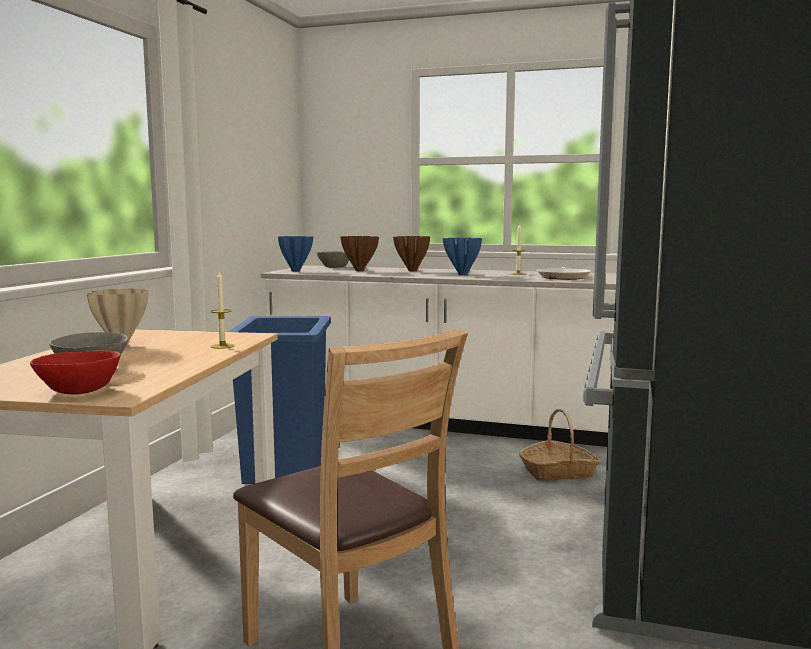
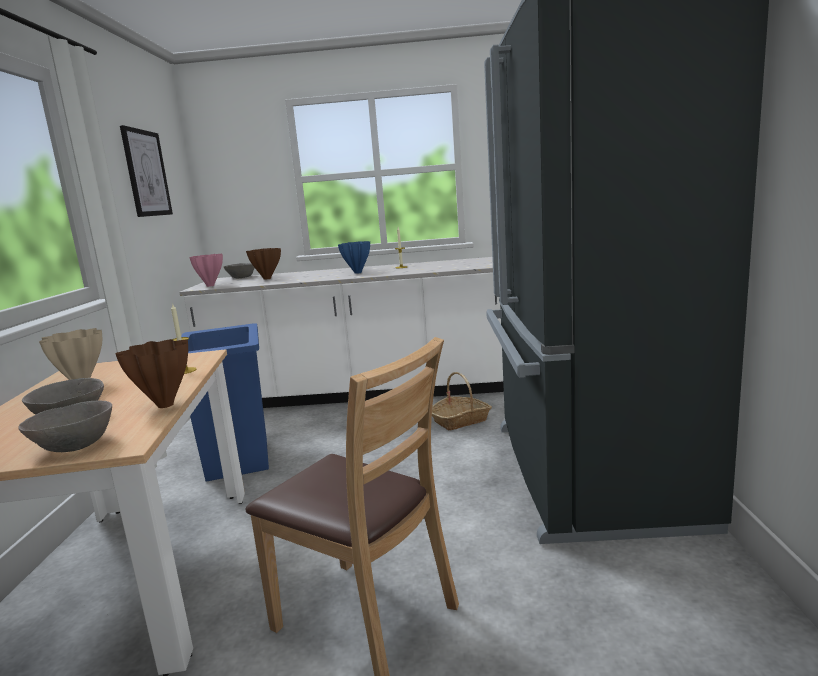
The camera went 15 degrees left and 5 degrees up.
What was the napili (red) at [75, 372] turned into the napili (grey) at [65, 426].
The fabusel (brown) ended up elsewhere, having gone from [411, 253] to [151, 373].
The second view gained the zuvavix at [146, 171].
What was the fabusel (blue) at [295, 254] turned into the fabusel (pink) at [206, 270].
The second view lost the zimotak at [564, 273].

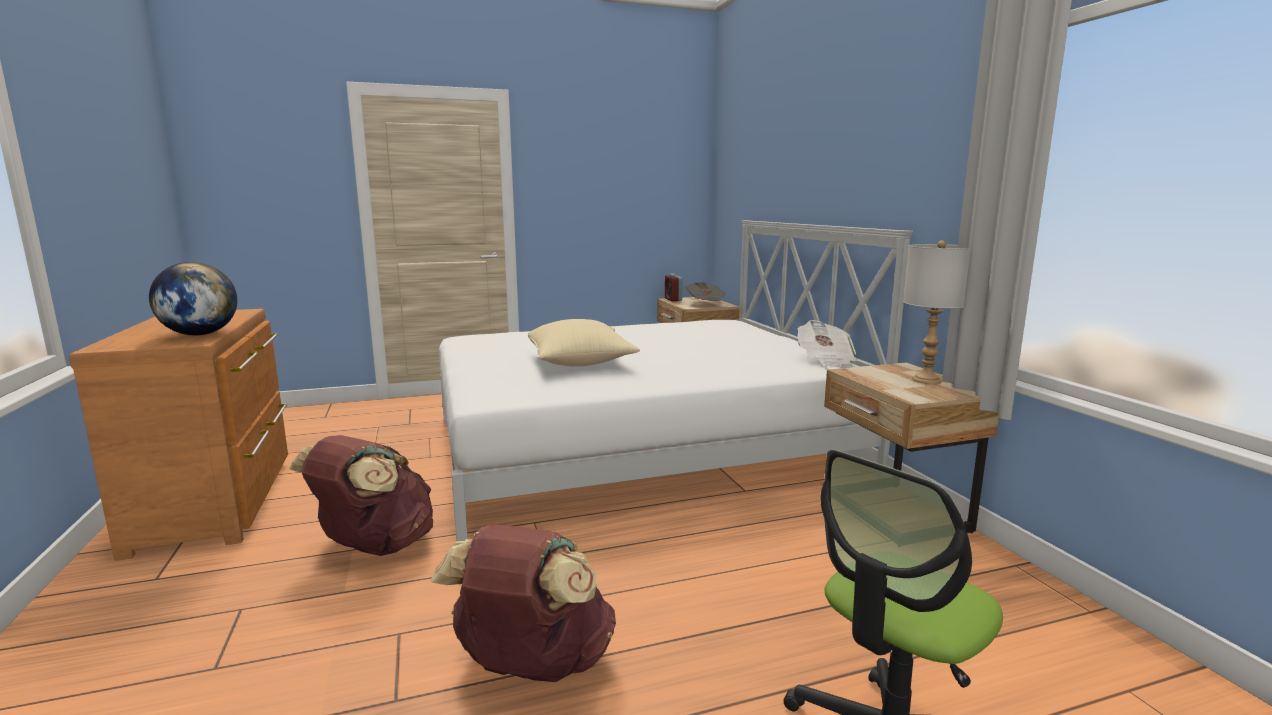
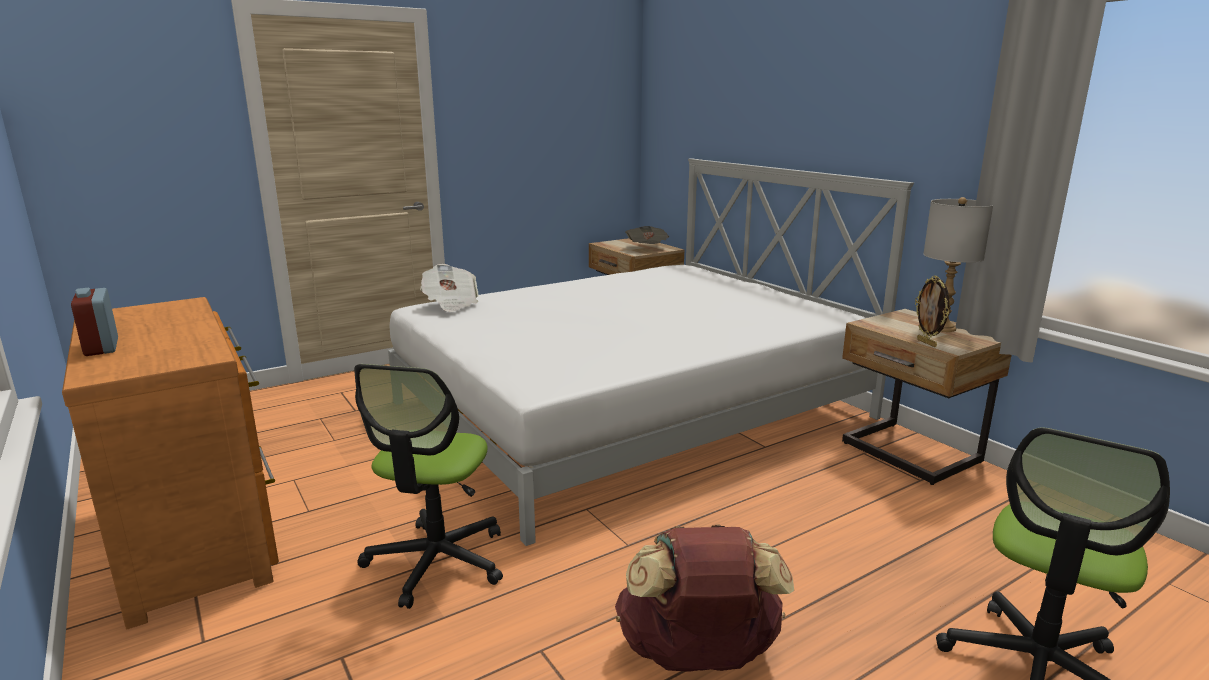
The camera went 15 degrees left and 5 degrees up.
The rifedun ended up elsewhere, having gone from [674, 287] to [94, 322].
Where the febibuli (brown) stood at [361, 495], the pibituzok came to stand at [428, 486].
The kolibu ended up elsewhere, having gone from [827, 344] to [449, 288].
The second view gained the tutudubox at [932, 311].
The second view lost the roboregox at [193, 298].
The second view lost the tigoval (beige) at [584, 343].

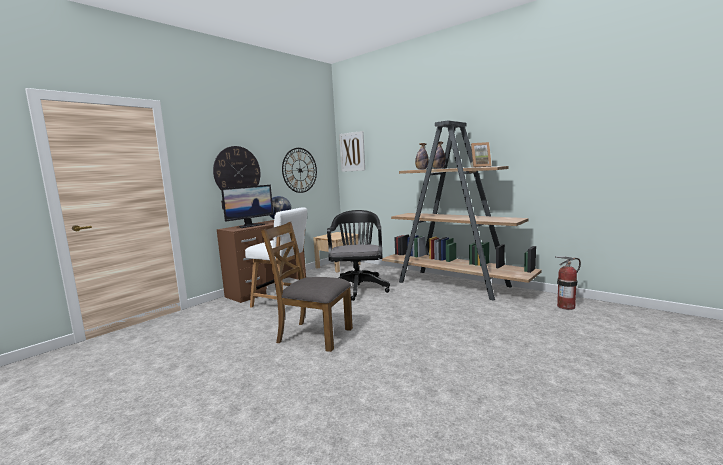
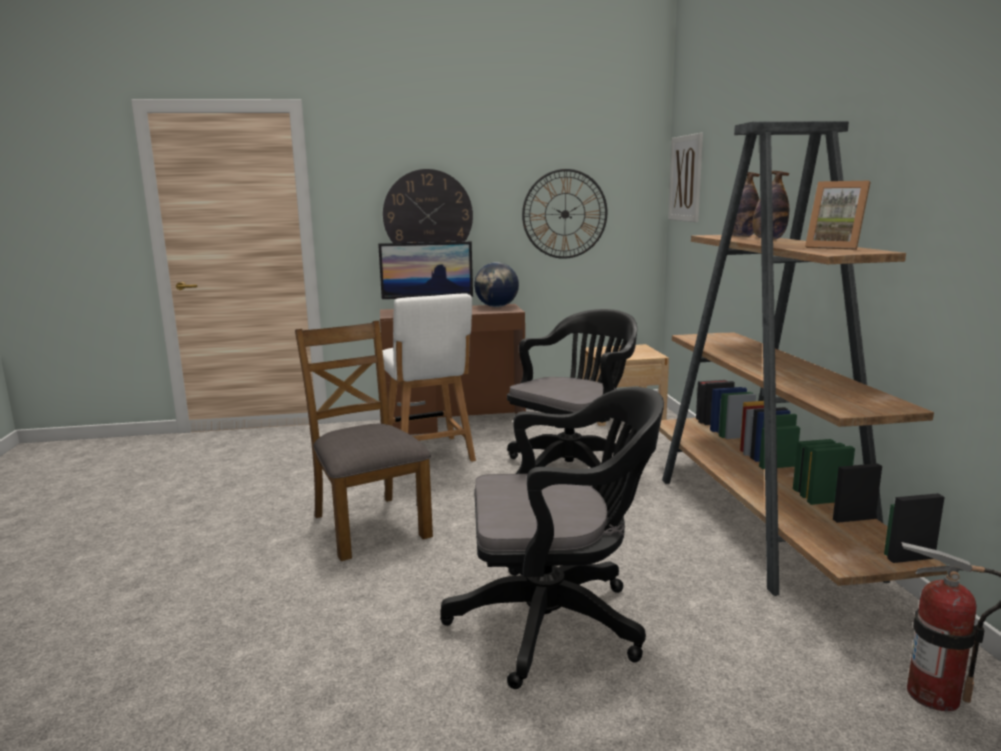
The camera went 40 degrees right and 5 degrees up.
The second view gained the pibituzok (black) at [552, 538].

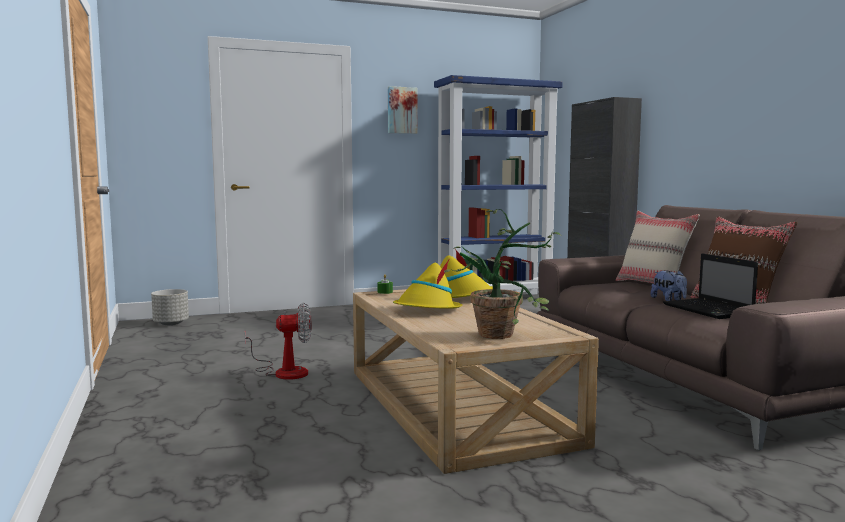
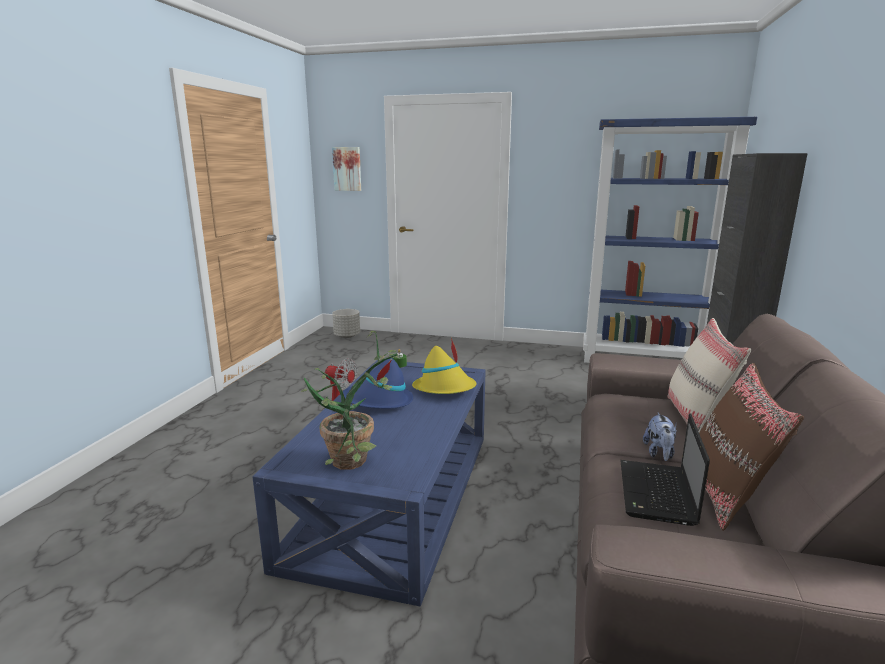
The camera went 35 degrees right and 10 degrees up.
What was the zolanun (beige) at [476, 381] turned into the zolanun (blue) at [369, 483].
The zuvavix ended up elsewhere, having gone from [403, 110] to [346, 169].
What was the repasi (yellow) at [428, 284] turned into the repasi (blue) at [378, 383].

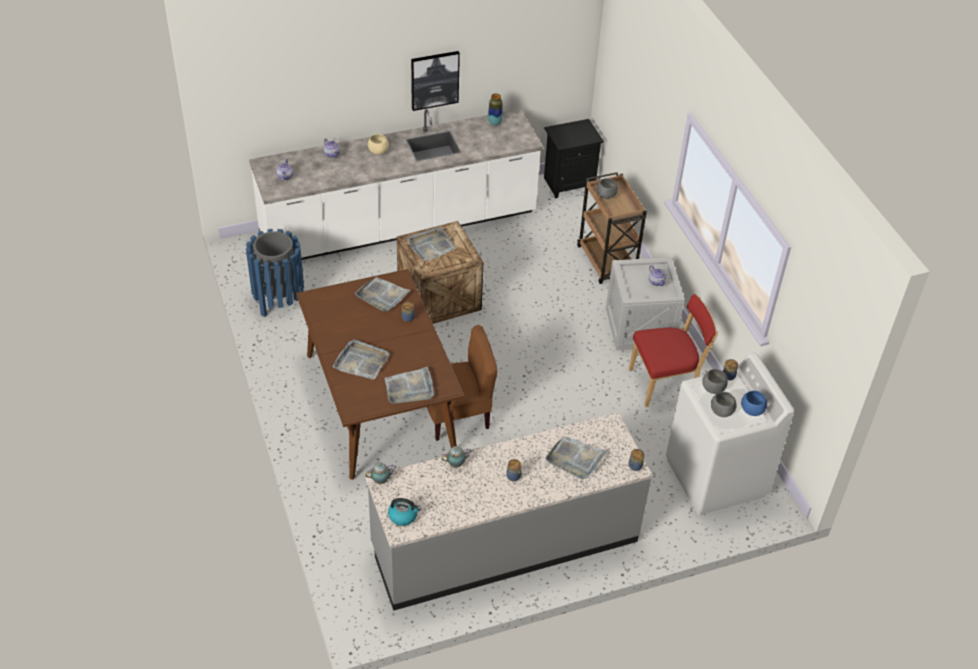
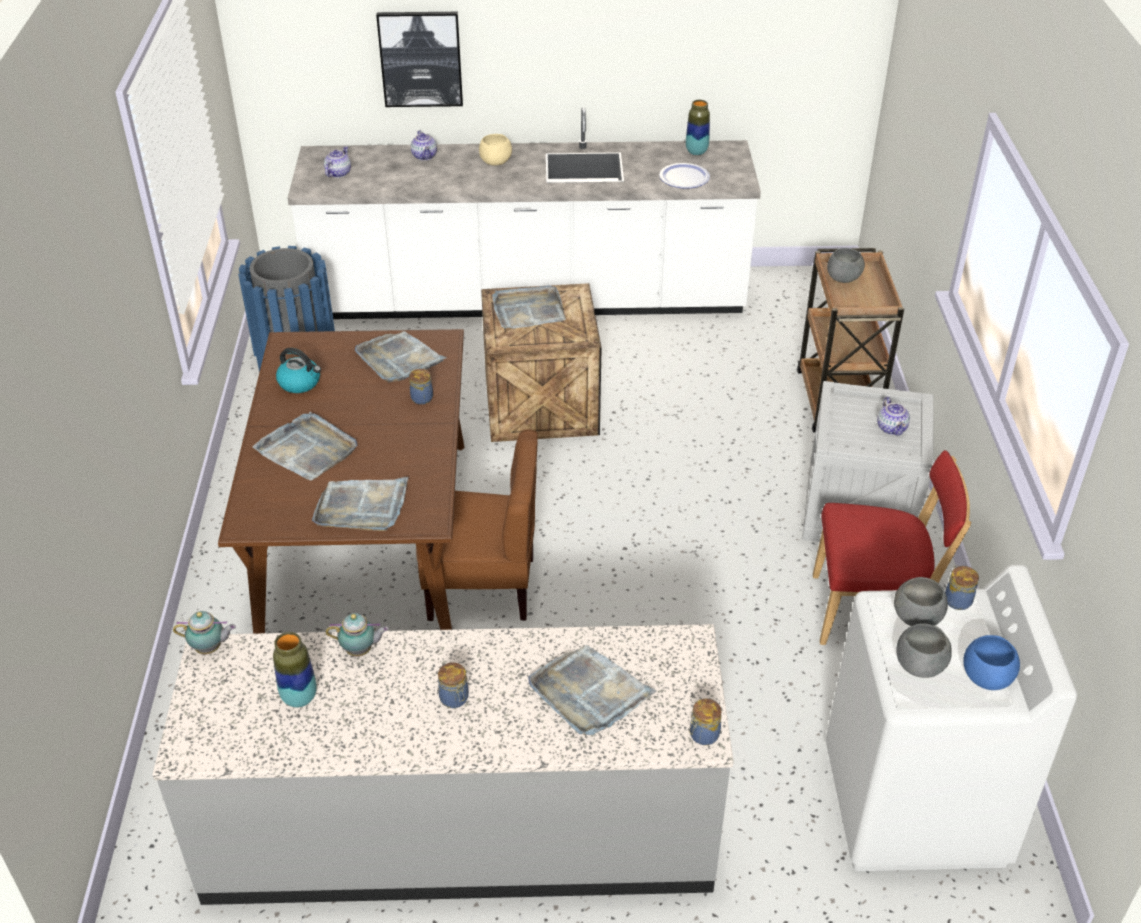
The camera went 20 degrees right and 5 degrees down.
The second view gained the fabusel at [295, 669].
The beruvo ended up elsewhere, having gone from [405, 512] to [298, 370].
The zuvavix ended up elsewhere, having gone from [435, 81] to [419, 59].
The second view gained the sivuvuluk at [684, 176].
The second view lost the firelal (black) at [574, 158].

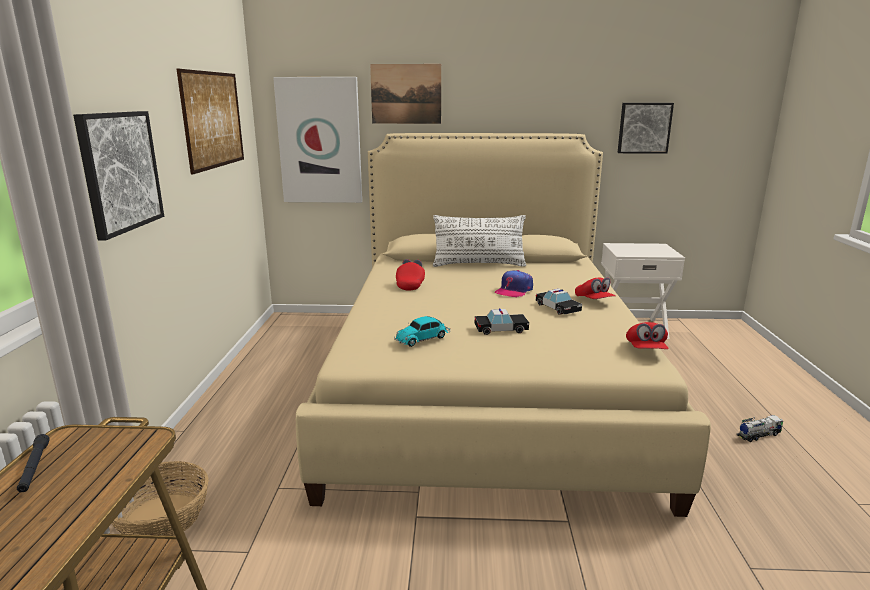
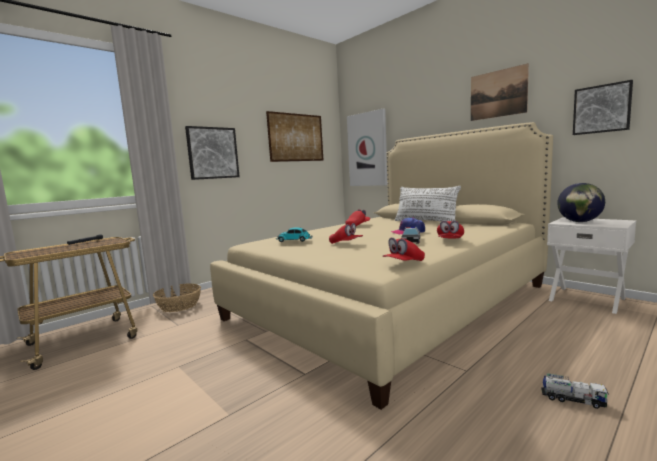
The camera went 45 degrees right and 10 degrees down.
Where the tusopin stood at [502, 321], the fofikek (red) came to stand at [346, 233].
The zuvavix ended up elsewhere, having gone from [405, 94] to [500, 92].
The second view gained the roboregox at [581, 202].

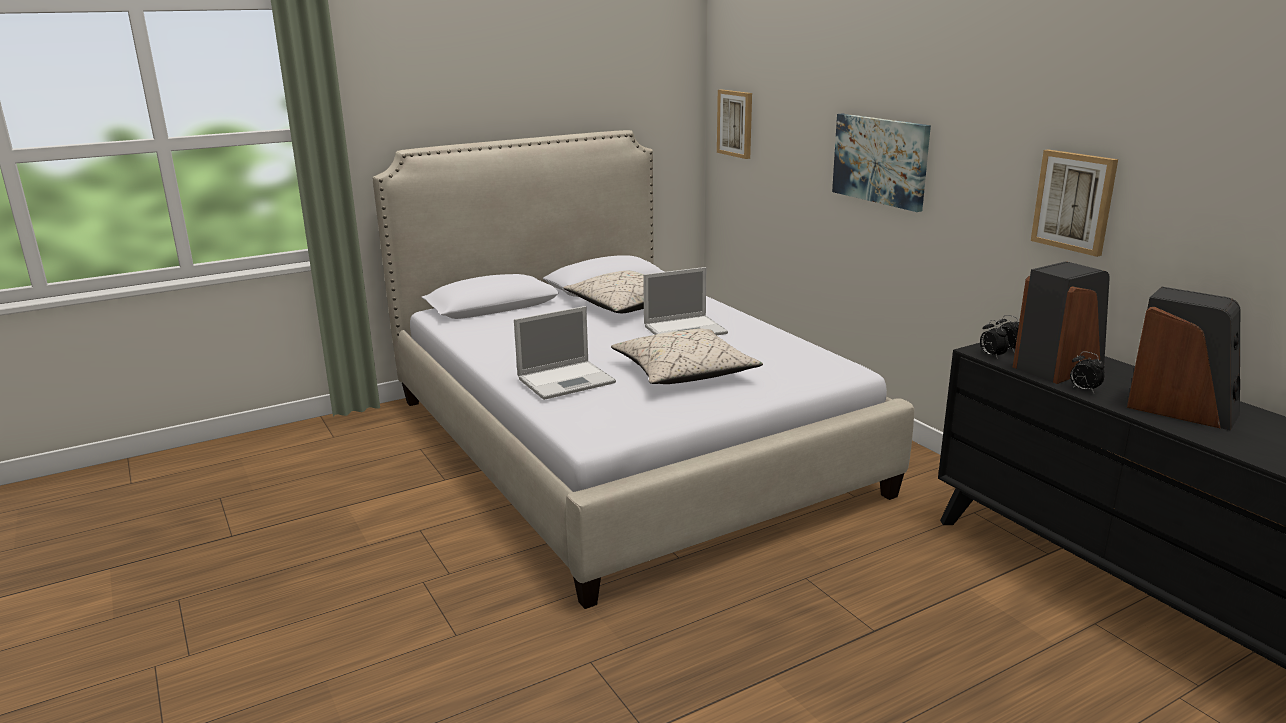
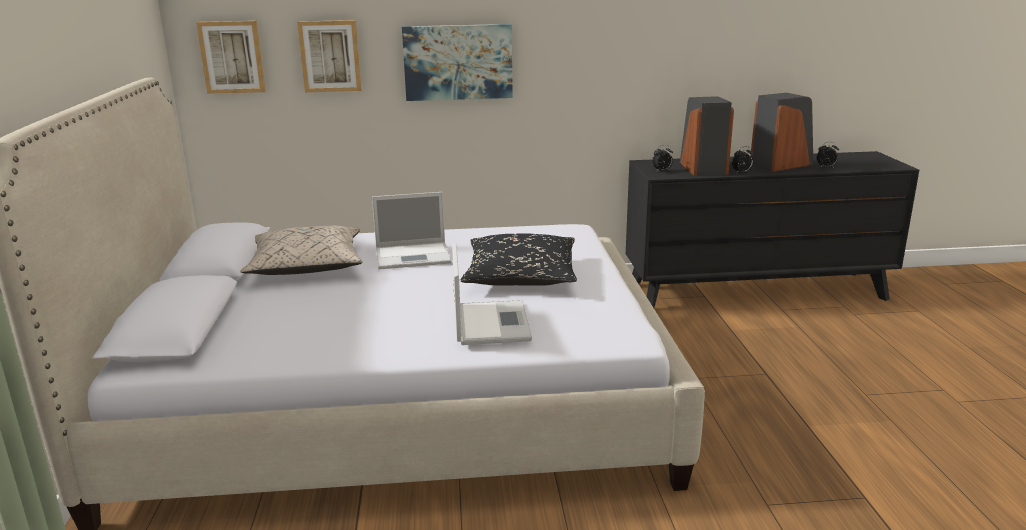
The camera went 65 degrees left and 0 degrees up.
The zuvavix ended up elsewhere, having gone from [1074, 203] to [329, 56].
The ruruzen at [685, 301] ended up facing another way, 75 degrees clockwise from before.
What was the tigoval (beige) at [687, 356] turned into the tigoval (black) at [519, 260].
The rifedun ended up elsewhere, having gone from [994, 339] to [828, 155].

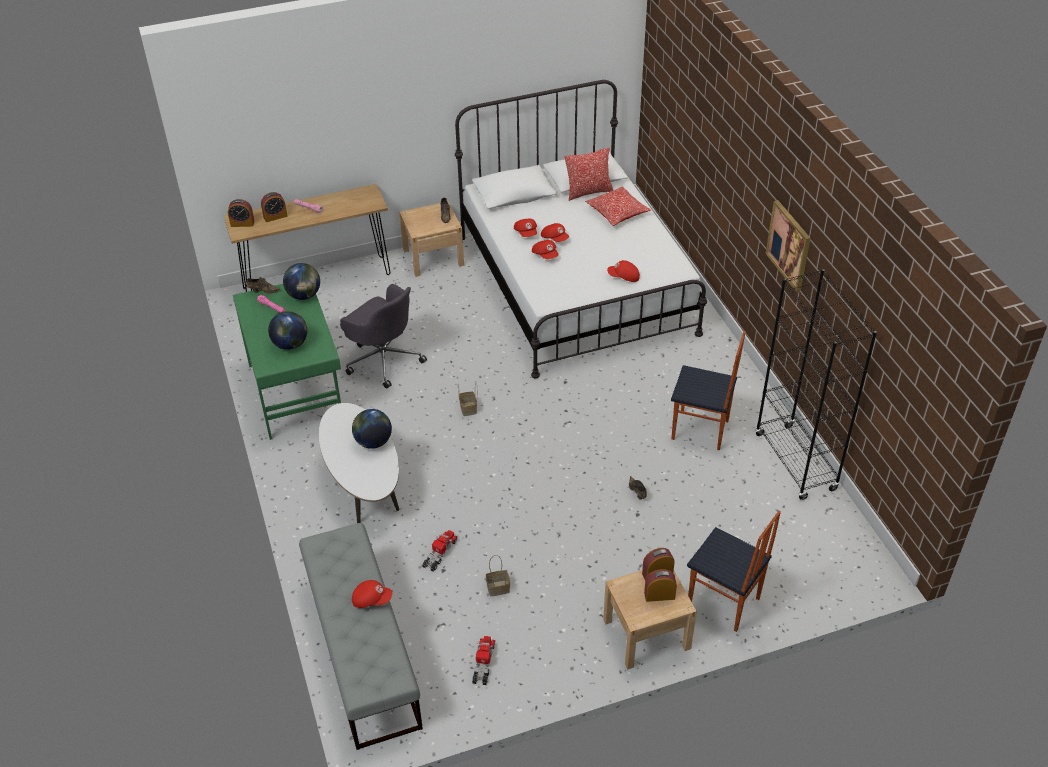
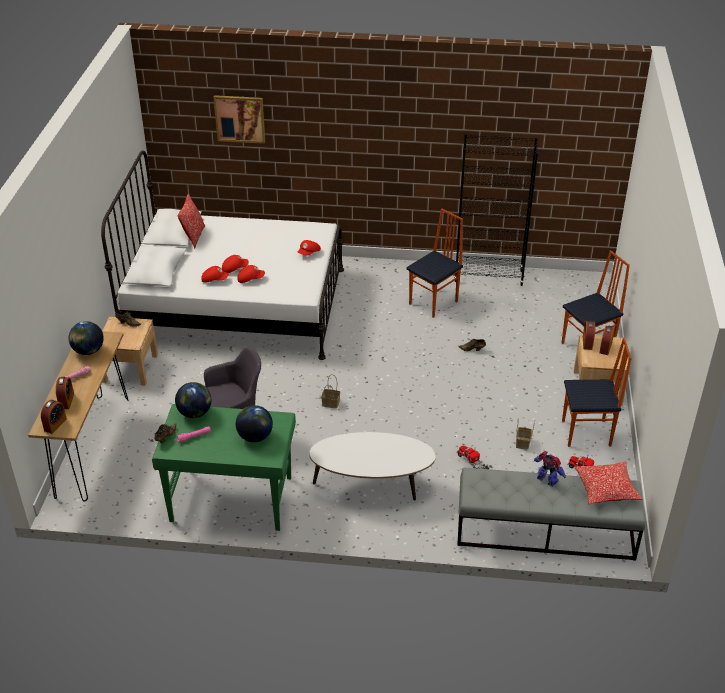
The camera went 65 degrees left and 5 degrees down.
The roboregox ended up elsewhere, having gone from [372, 429] to [86, 338].
The zuvavix ended up elsewhere, having gone from [788, 246] to [239, 119].
Where the fofikek (red) stood at [372, 594], the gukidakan came to stand at [550, 469].
The second view gained the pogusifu at [597, 392].
The tigoval ended up elsewhere, having gone from [618, 206] to [608, 483].

